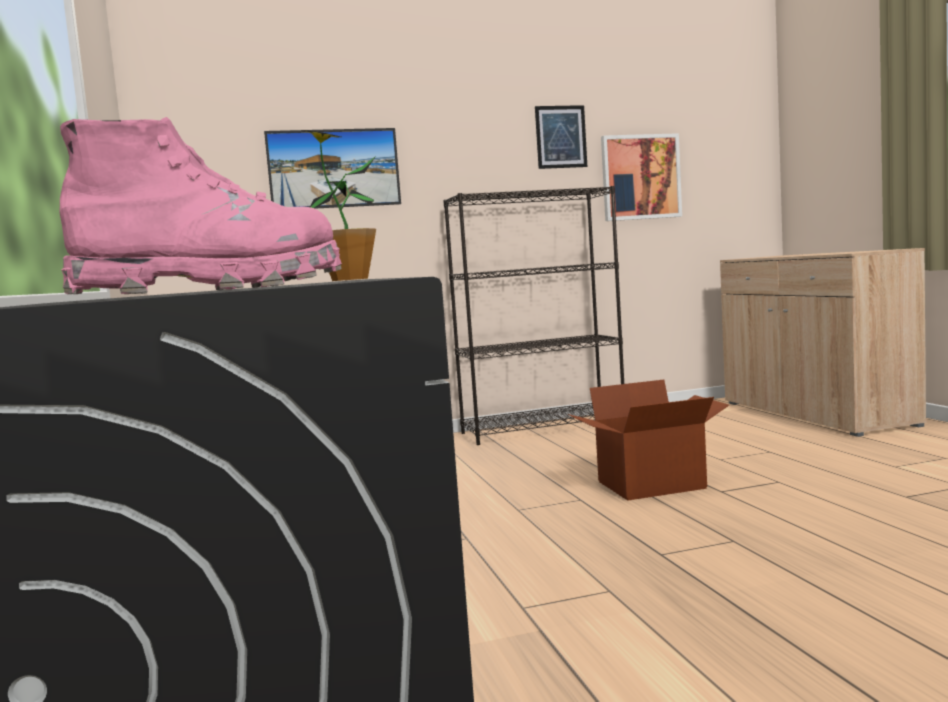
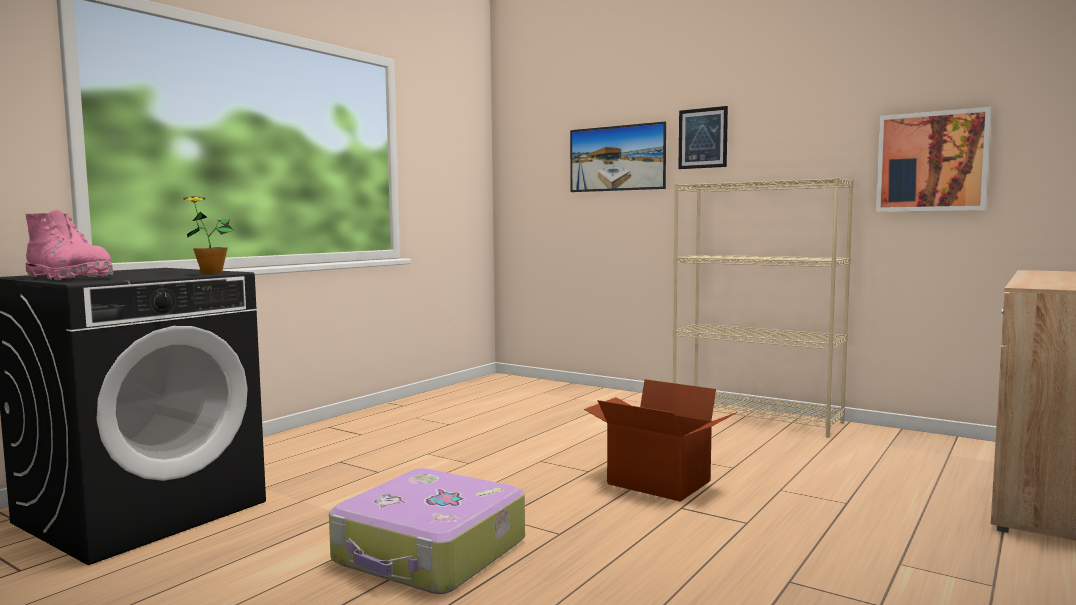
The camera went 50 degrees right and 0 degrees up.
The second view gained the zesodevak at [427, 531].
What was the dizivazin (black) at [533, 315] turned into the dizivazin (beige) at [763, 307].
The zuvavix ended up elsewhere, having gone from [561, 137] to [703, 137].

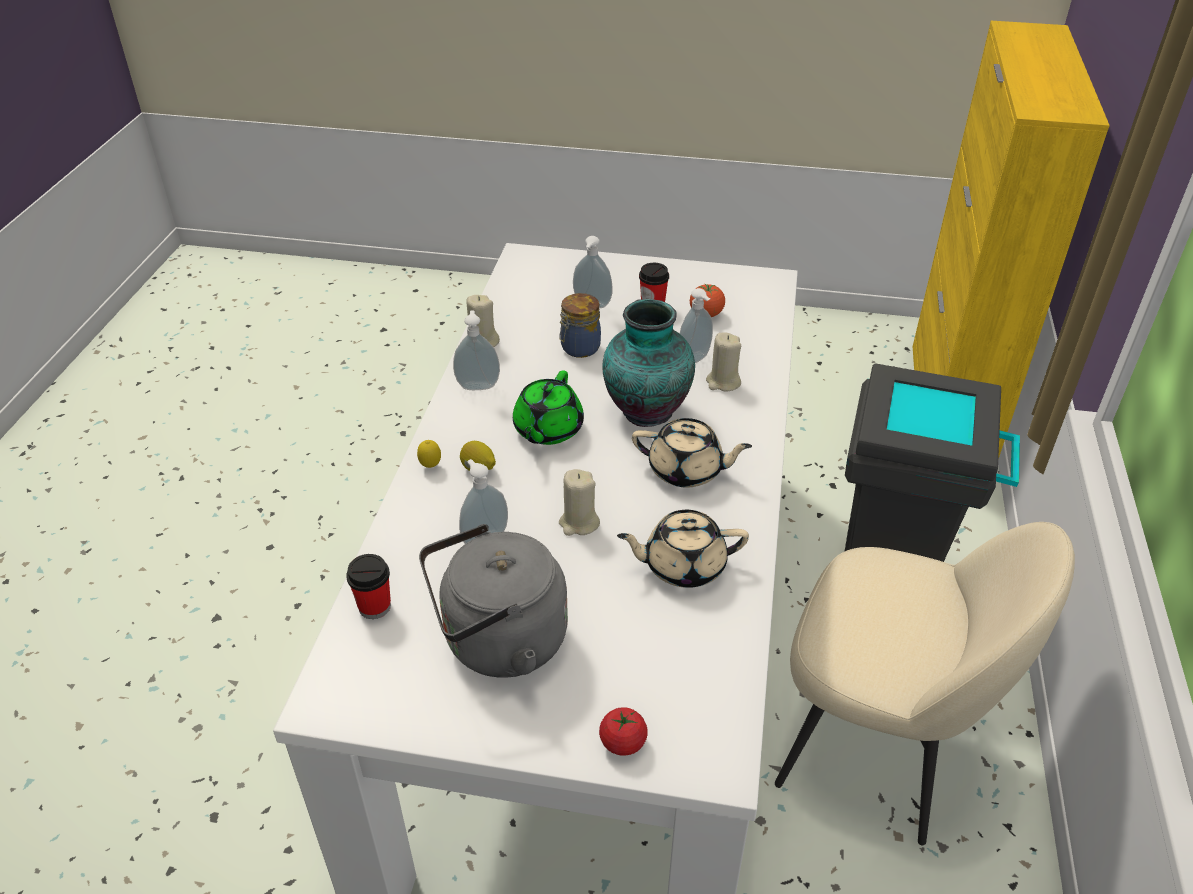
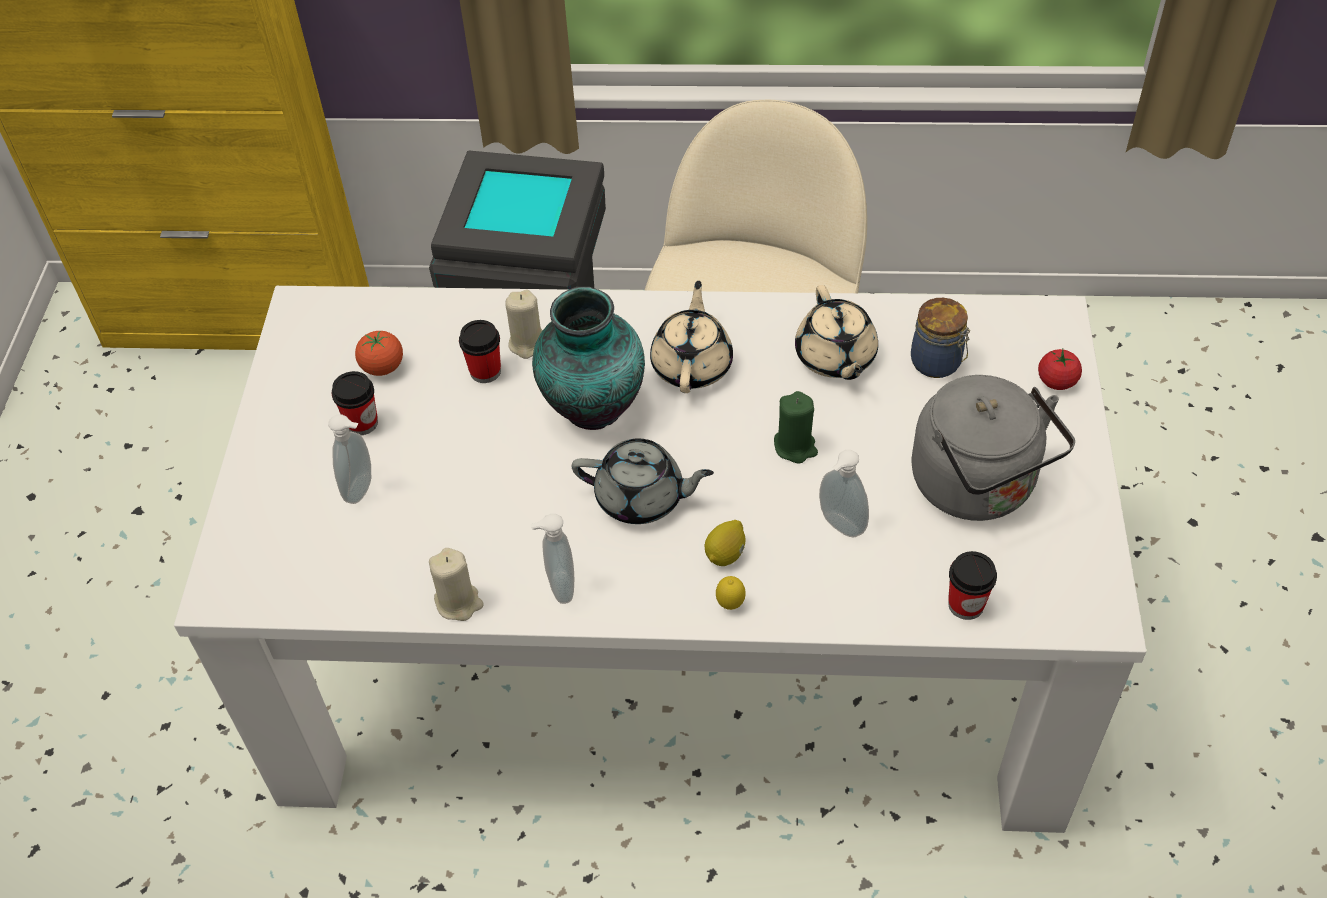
The camera went 95 degrees left and 10 degrees up.
Where the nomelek stood at [696, 325], the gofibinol came to stand at [480, 351].
What was the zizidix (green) at [548, 407] turned into the zizidix (grey) at [643, 481].
What was the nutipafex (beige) at [579, 502] turned into the nutipafex (green) at [796, 427].
The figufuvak ended up elsewhere, having gone from [580, 325] to [940, 338].

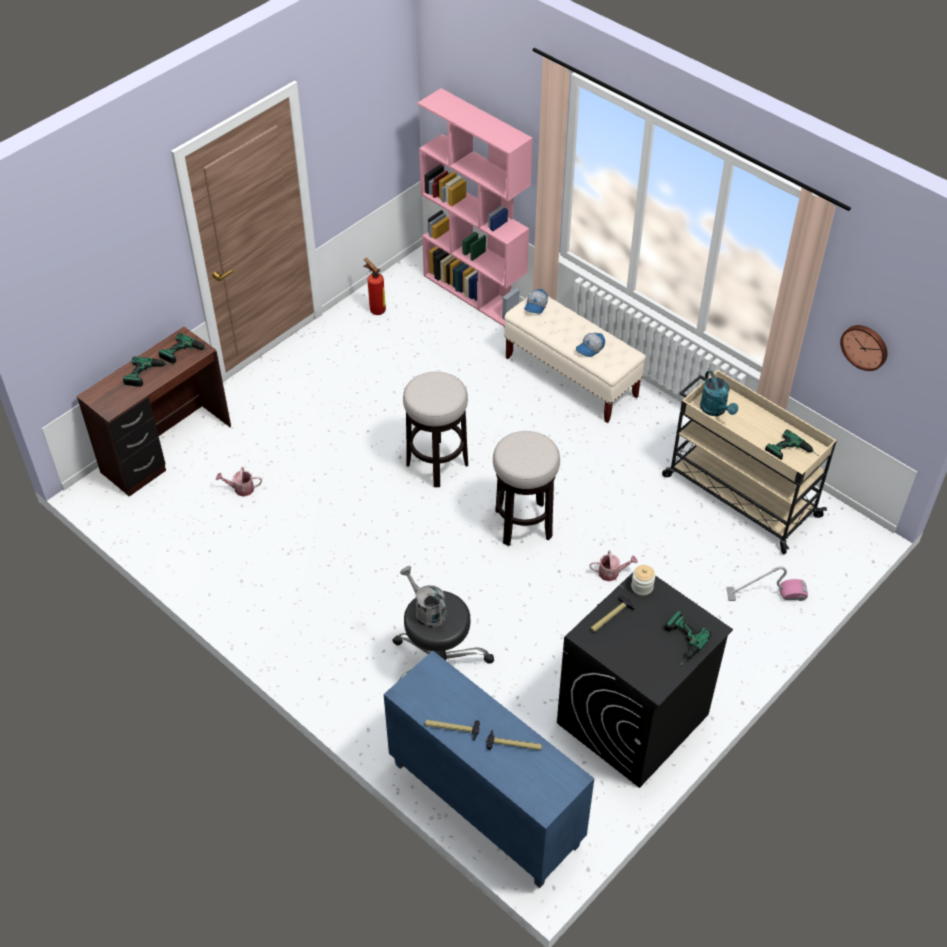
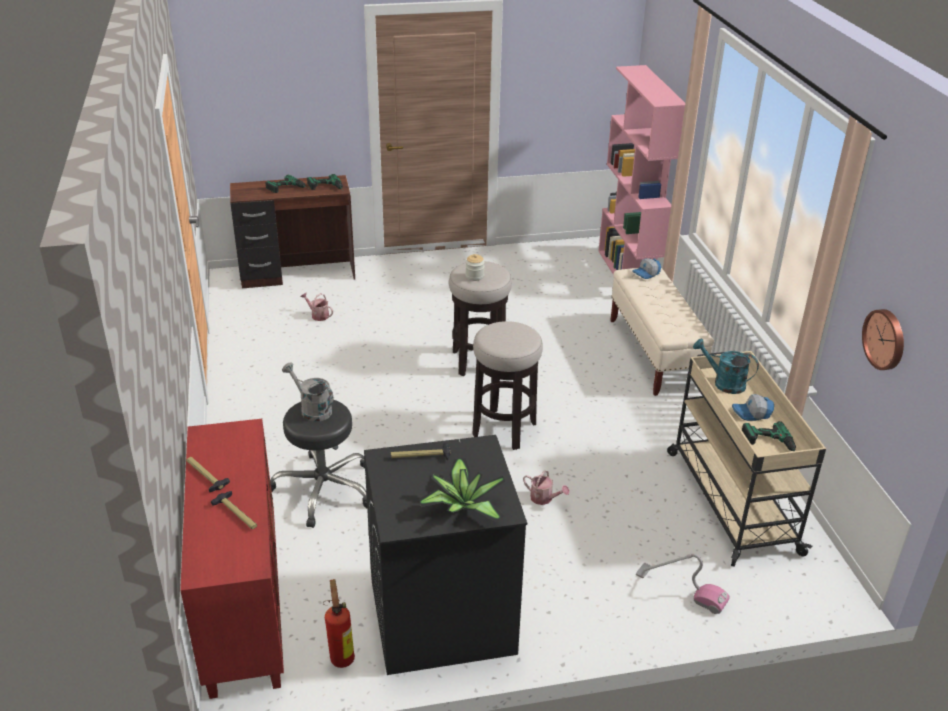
The camera went 35 degrees right and 15 degrees down.
What was the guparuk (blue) at [489, 769] turned into the guparuk (red) at [232, 559].
The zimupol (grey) at [423, 597] ended up facing another way, 45 degrees counterclockwise from before.
The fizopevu ended up elsewhere, having gone from [374, 286] to [339, 623].
Where the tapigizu stood at [688, 637], the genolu came to stand at [461, 490].
The figufuvak ended up elsewhere, having gone from [643, 580] to [475, 267].
The zimupol (turquoise) at [719, 393] ended up facing another way, 105 degrees clockwise from before.
The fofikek ended up elsewhere, having gone from [590, 345] to [753, 407].

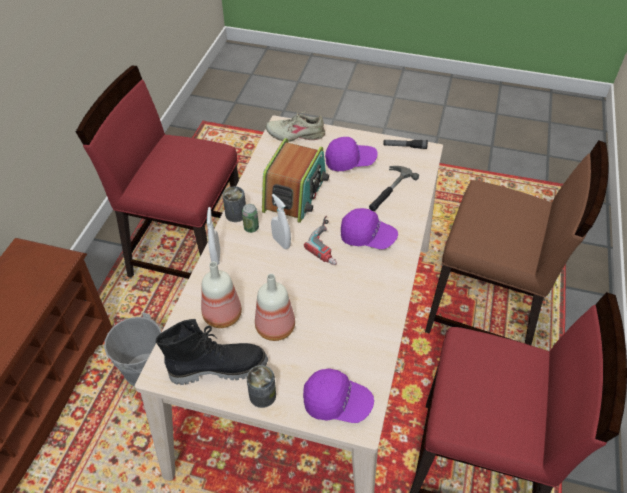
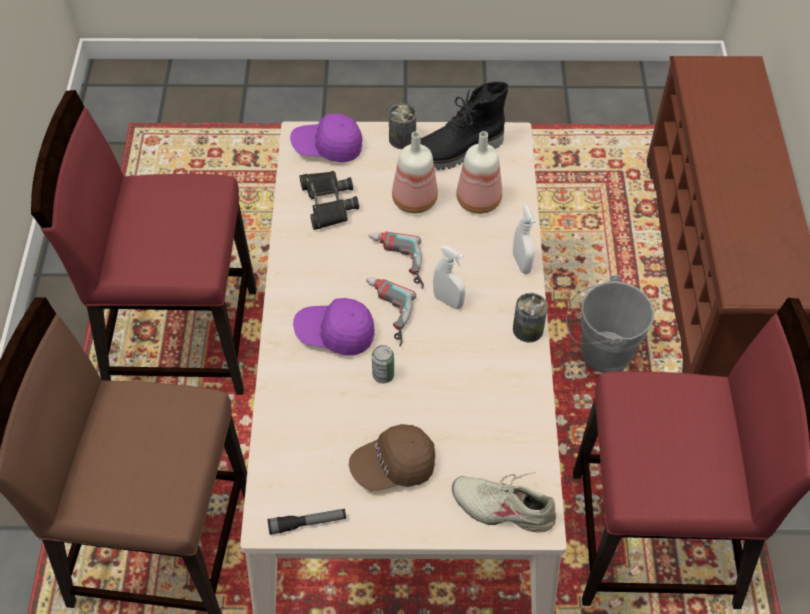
The camera went 165 degrees right and 5 degrees up.
The second view gained the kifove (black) at [329, 200].
What was the fofikek (purple) at [351, 154] turned into the fofikek (brown) at [392, 457].
The second view gained the tapigizu at [396, 260].
The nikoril ended up elsewhere, having gone from [250, 218] to [383, 364].
The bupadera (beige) at [295, 126] ended up facing another way, 150 degrees counterclockwise from before.
The second view lost the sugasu at [295, 180].
The second view lost the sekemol at [394, 188].

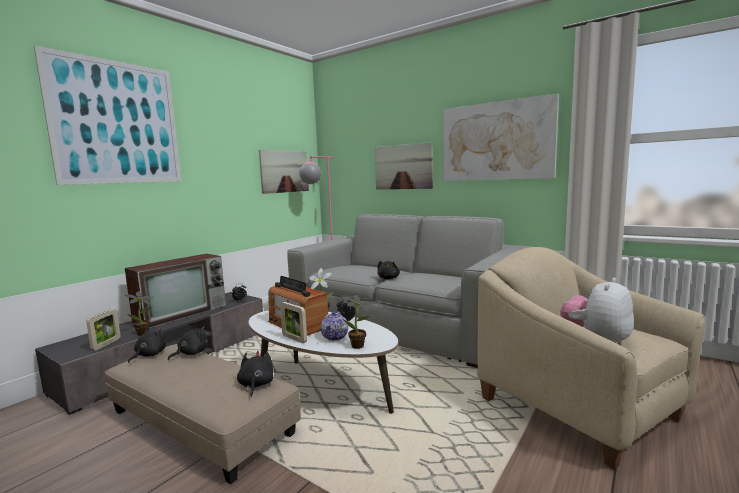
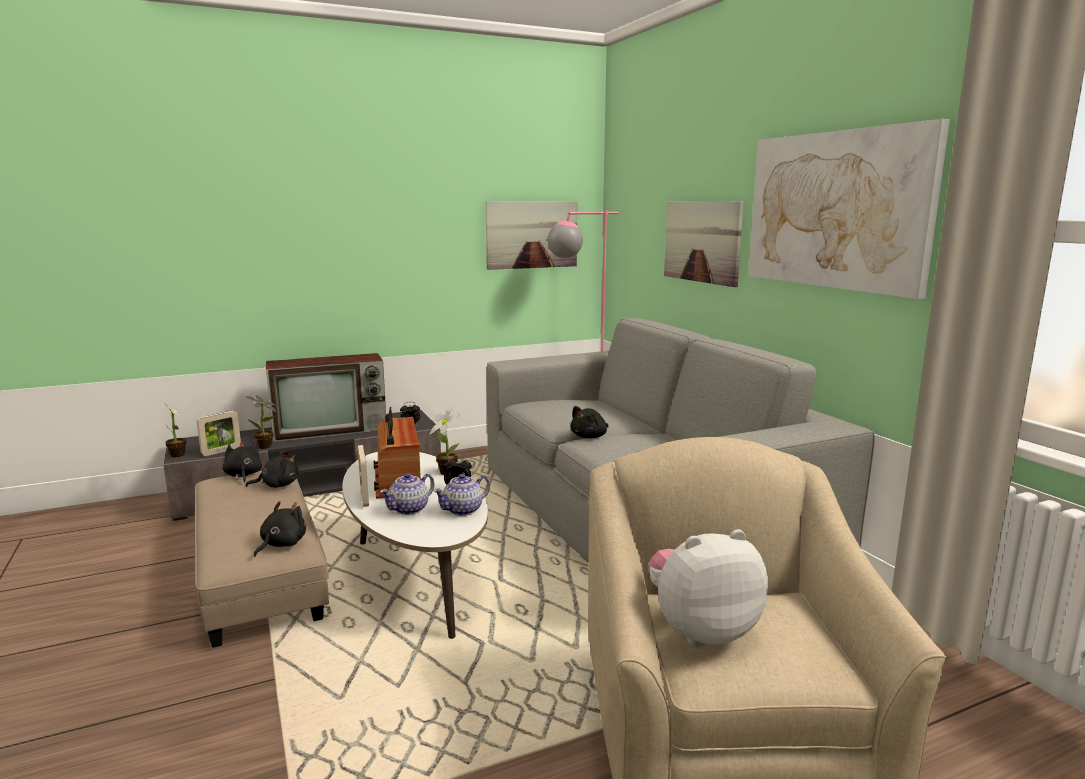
The camera went 30 degrees right and 5 degrees up.
The genolu ended up elsewhere, having gone from [356, 322] to [173, 429].
The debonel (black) at [147, 345] ended up facing another way, 75 degrees counterclockwise from before.
The second view gained the zizidix at [461, 495].
The second view lost the zuvavix at [107, 115].

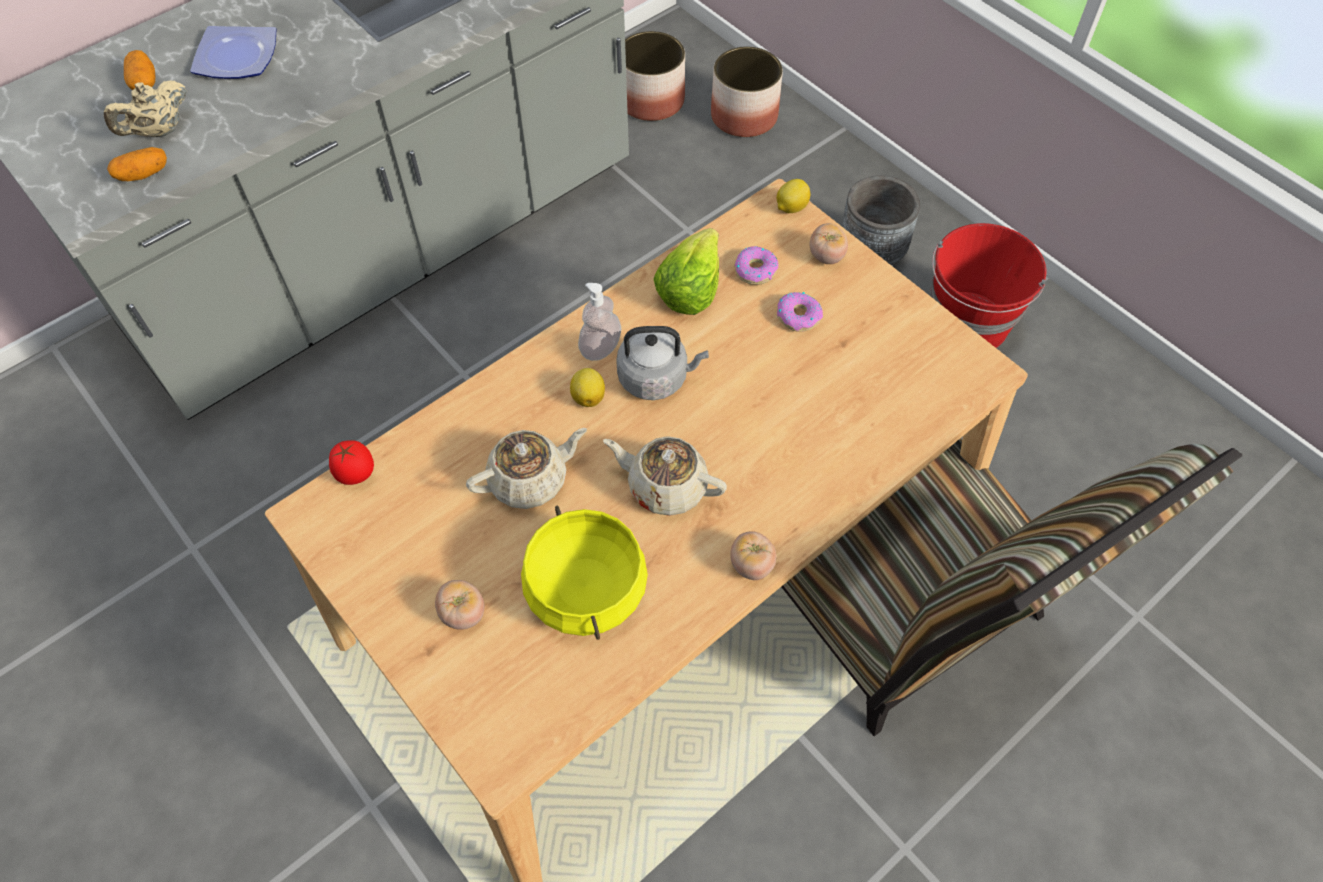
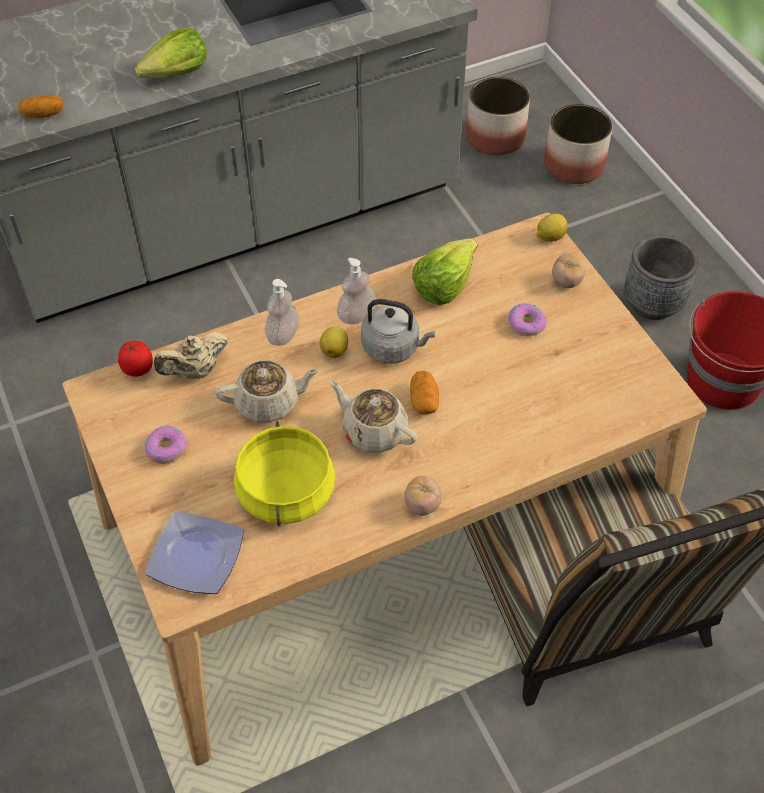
The camera went 15 degrees right and 5 degrees down.
The second view gained the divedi at [171, 53].
The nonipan ended up elsewhere, having gone from [756, 265] to [166, 445].
The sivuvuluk ended up elsewhere, having gone from [233, 52] to [194, 552].
The zizidix (beige) ended up elsewhere, having gone from [145, 109] to [191, 355].
The second view gained the nomelek at [282, 312].
The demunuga ended up elsewhere, having gone from [139, 70] to [424, 393].
The second view lost the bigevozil at [459, 605].

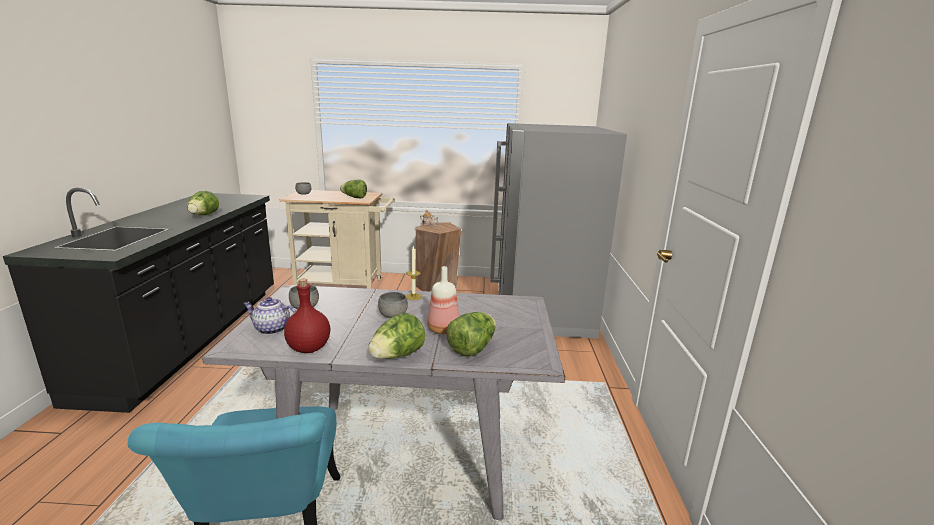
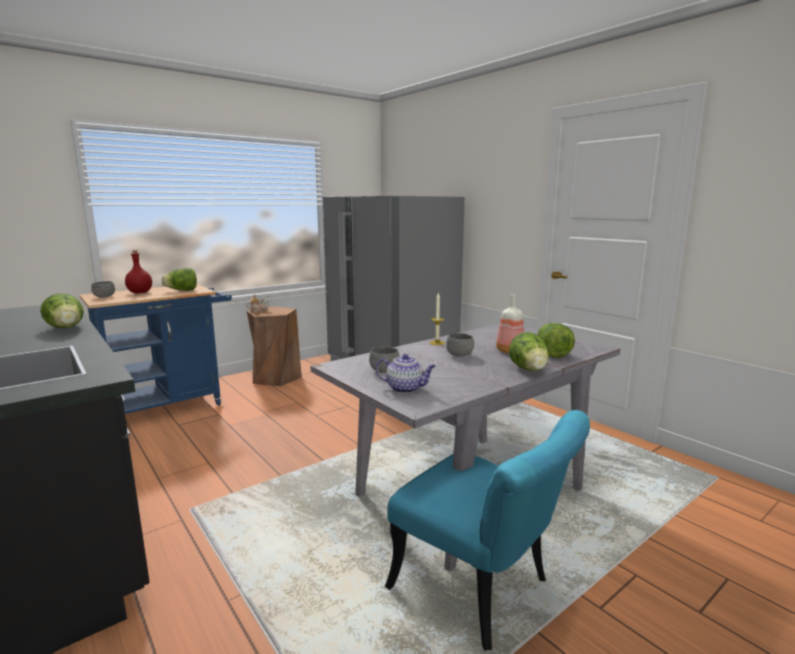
The camera went 40 degrees left and 5 degrees down.
What was the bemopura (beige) at [337, 239] turned into the bemopura (blue) at [155, 349].
The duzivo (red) ended up elsewhere, having gone from [307, 316] to [138, 271].
The zizidix at [269, 316] ended up facing another way, 135 degrees counterclockwise from before.

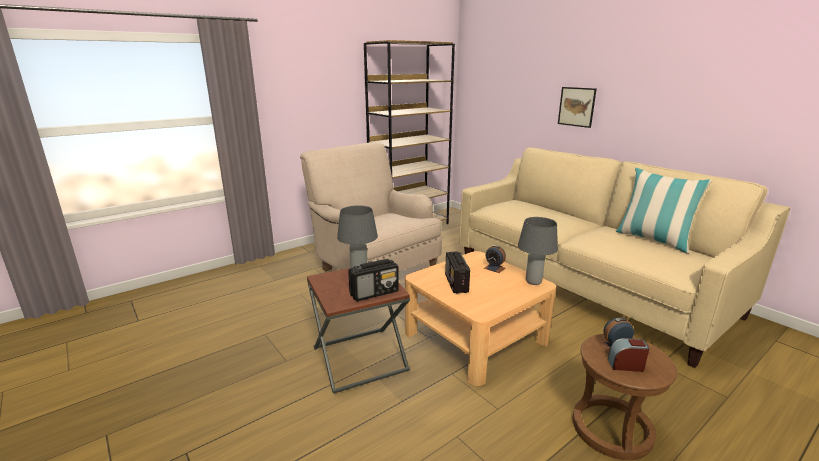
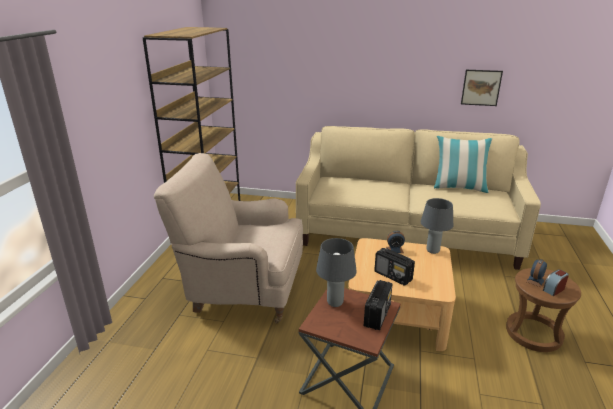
The camera went 40 degrees left and 5 degrees up.
The zuvavix ended up elsewhere, having gone from [577, 107] to [482, 88].

